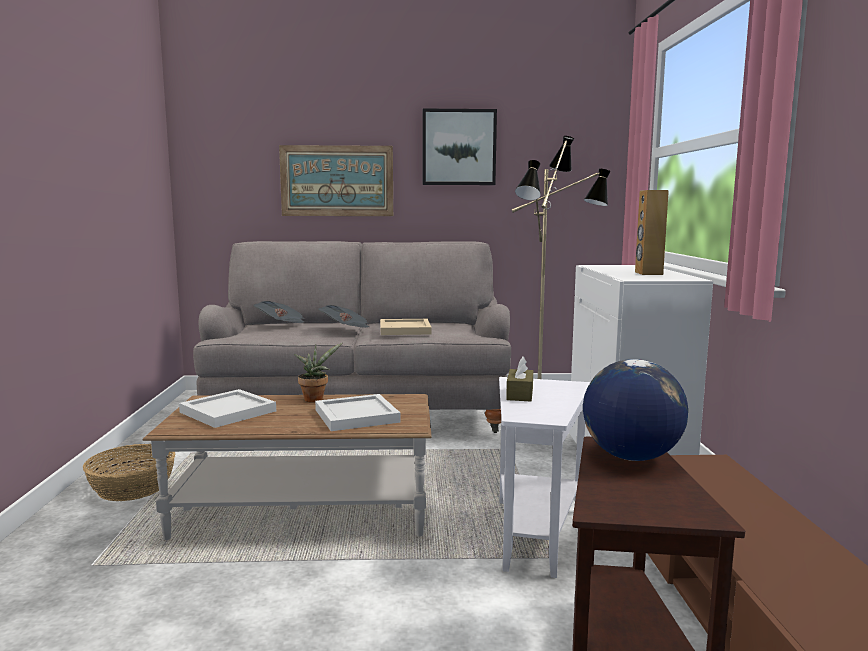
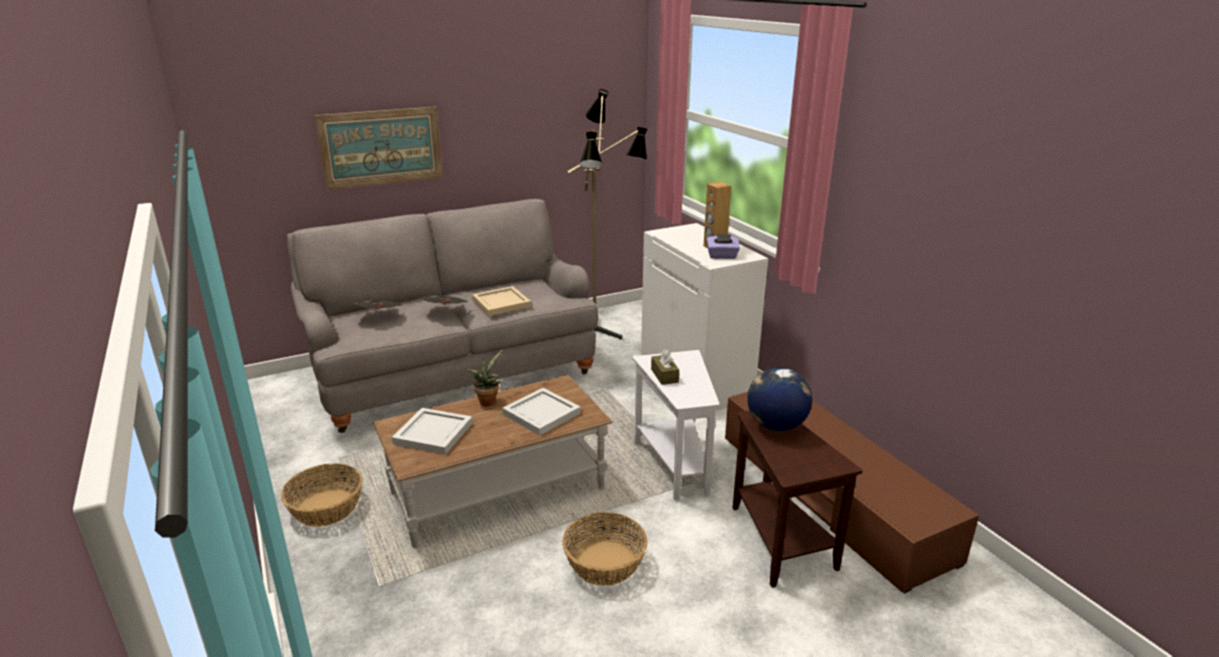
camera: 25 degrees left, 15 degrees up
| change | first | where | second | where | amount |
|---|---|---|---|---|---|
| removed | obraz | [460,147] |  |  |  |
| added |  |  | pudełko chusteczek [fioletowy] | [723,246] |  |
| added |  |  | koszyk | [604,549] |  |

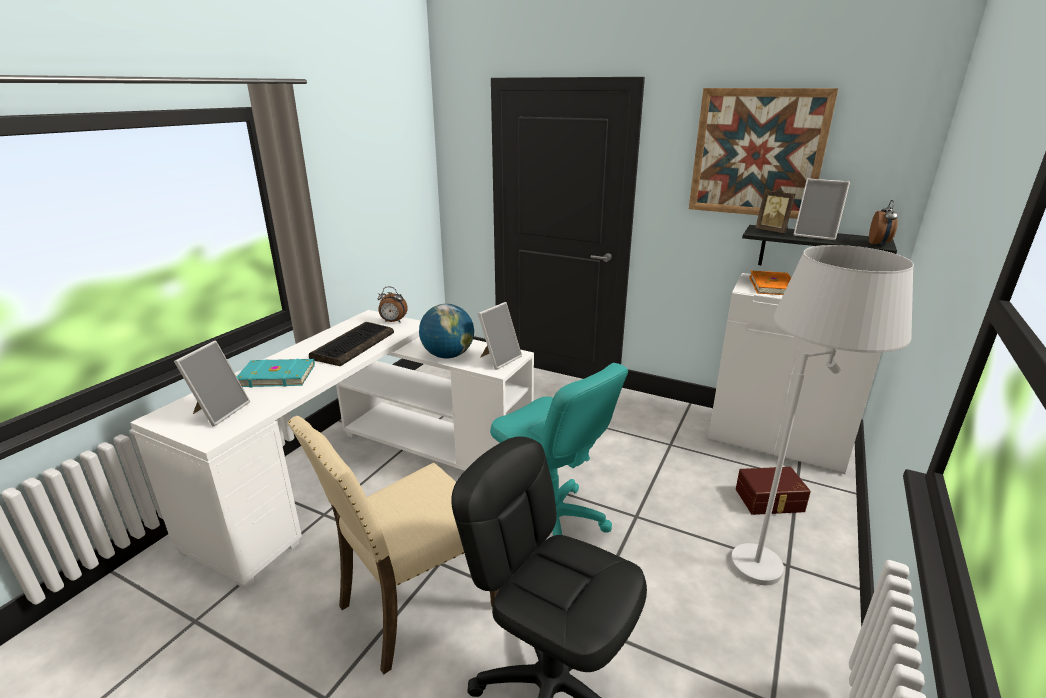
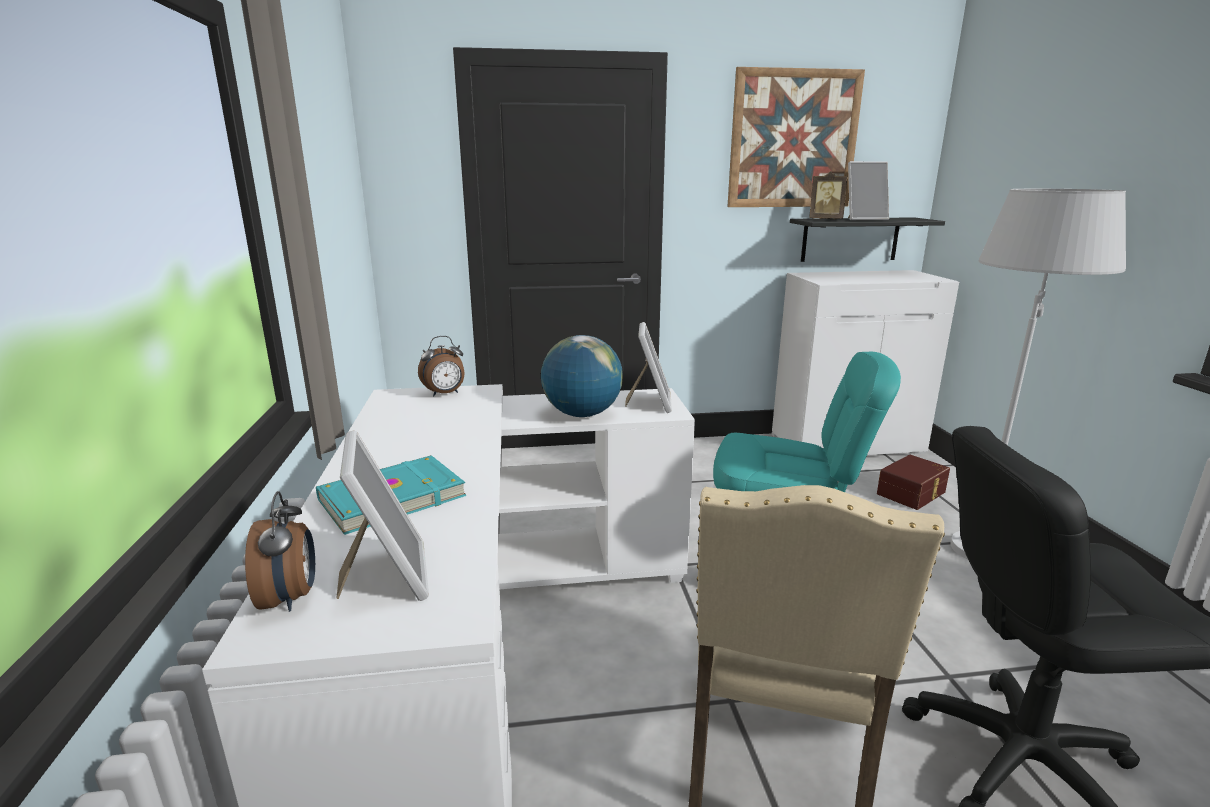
camera: 35 degrees left, 5 degrees down
| change | first | where | second | where | amount |
|---|---|---|---|---|---|
| moved | budzik | [883,223] |  | [280,551] |  |
| removed | książka [pomarańczowy] | [770,283] |  |  |  |
| removed | klawiatura | [351,344] |  |  |  |

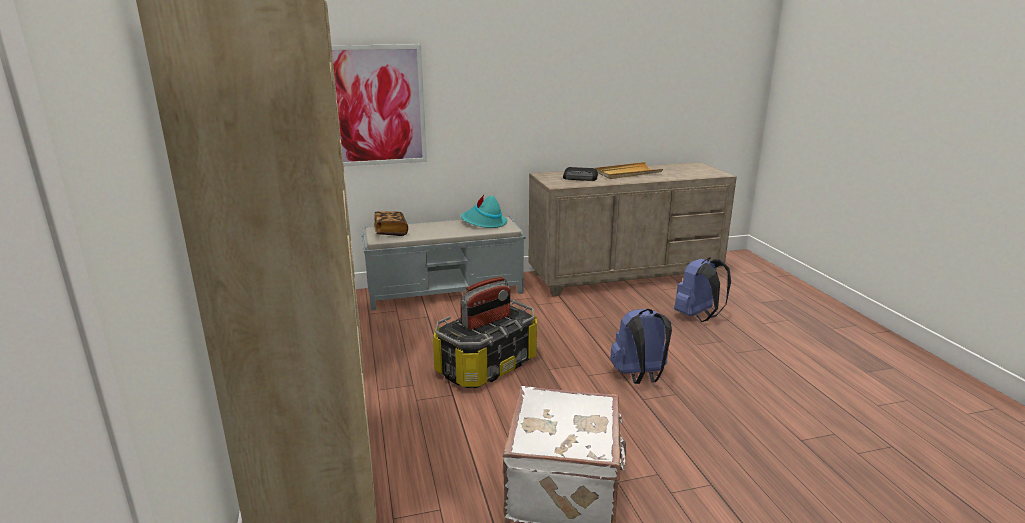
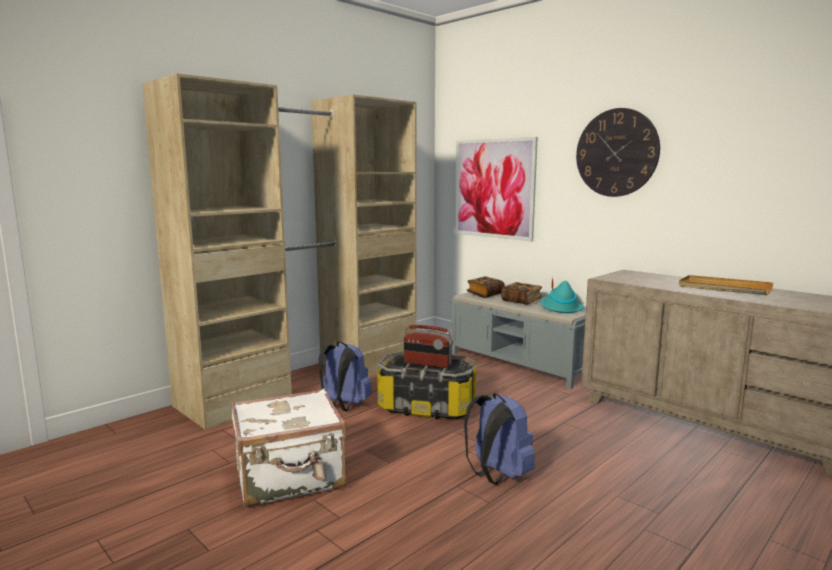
camera: 60 degrees right, 10 degrees down
| change | first | where | second | where | amount |
|---|---|---|---|---|---|
| removed | radio | [580,174] |  |  |  |
| moved | plecak [niebieski] | [702,289] |  | [345,376] |  |
| added |  |  | zegar ścienny | [618,152] |  |
| added |  |  | książka | [521,293] |  |

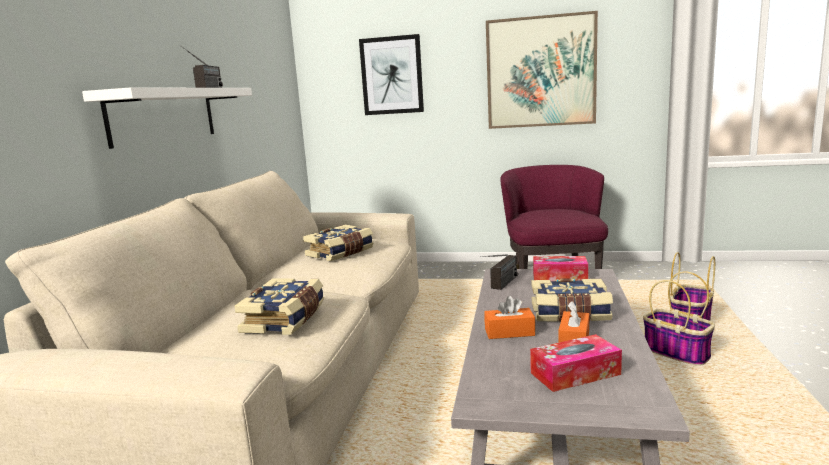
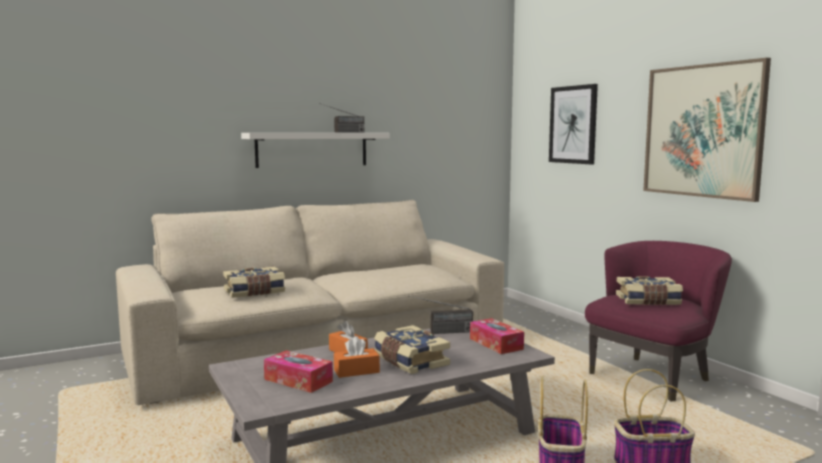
camera: 50 degrees right, 5 degrees down
| change | first | where | second | where | amount |
|---|---|---|---|---|---|
| moved | książka | [338,243] |  | [649,290] |  |

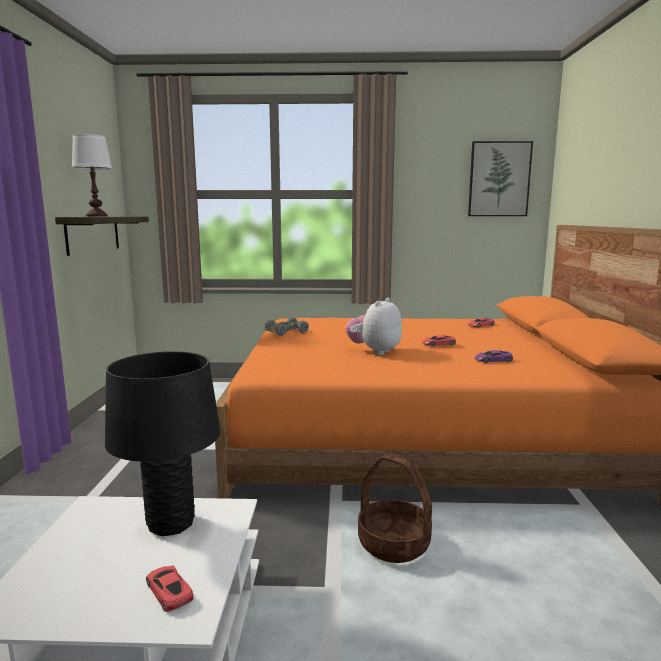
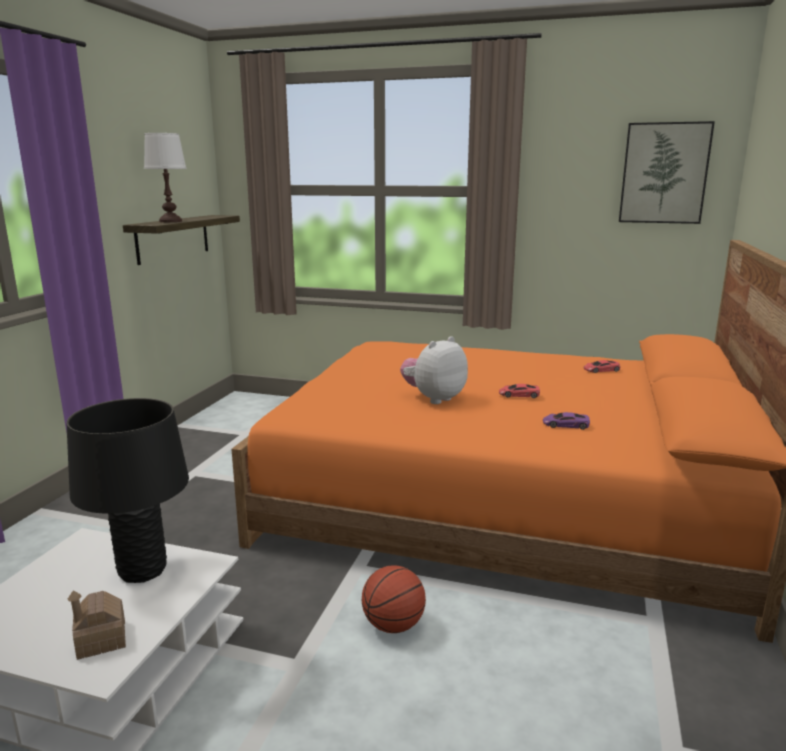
camera: 15 degrees right, 5 degrees up
| change | first | where | second | where | amount |
|---|---|---|---|---|---|
| removed | samochodzik [szary] | [286,326] |  |  |  |
| replaced | koszyk | [395,508] | piłka do koszykówki | [394,599] |  |
| replaced | samochodzik [czerwony] | [170,588] | domek | [97,625] |  |

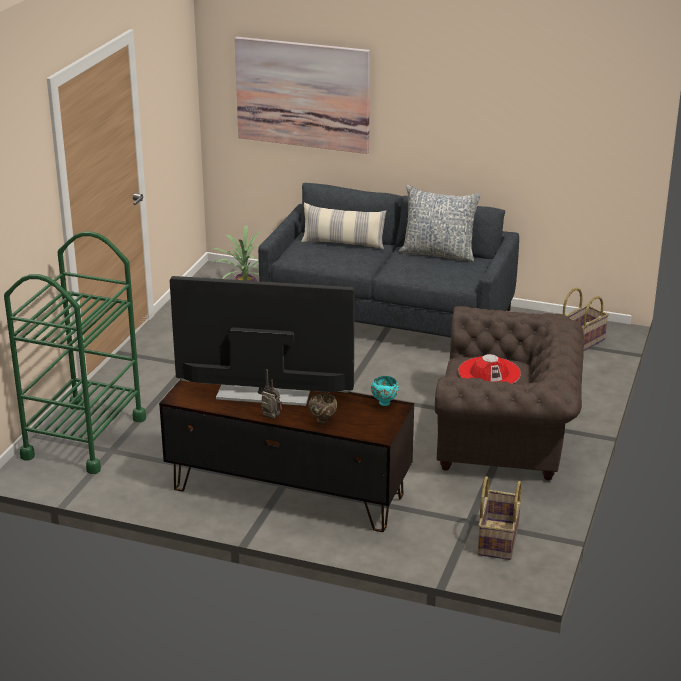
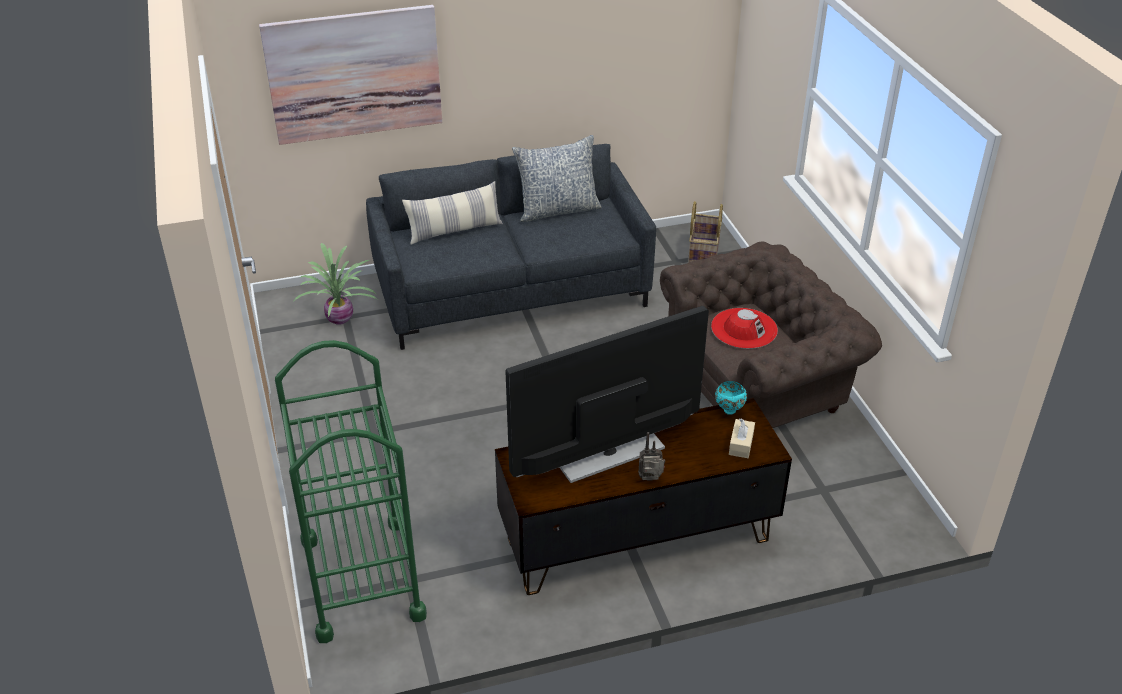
camera: 35 degrees left, 10 degrees up
| change | first | where | second | where | amount |
|---|---|---|---|---|---|
| removed | miska [brązowy] | [322,408] |  |  |  |
| removed | koszyk | [500,518] |  |  |  |
| added |  |  | pudełko chusteczek [beżowy] | [742,438] |  |

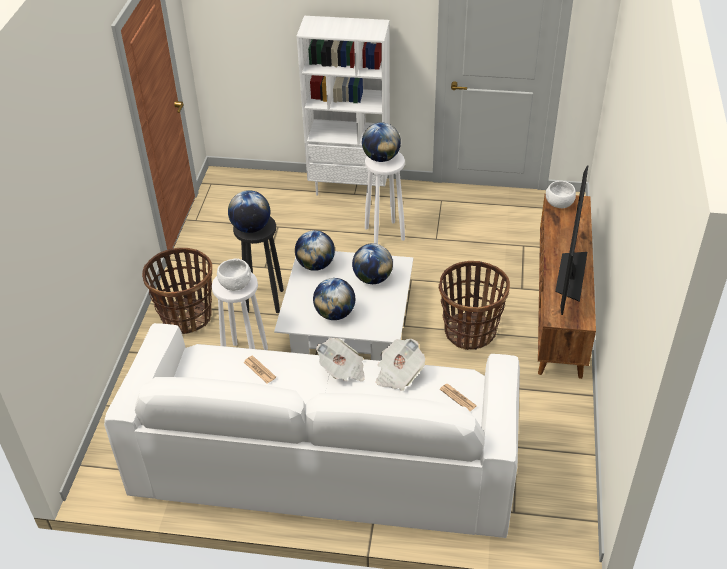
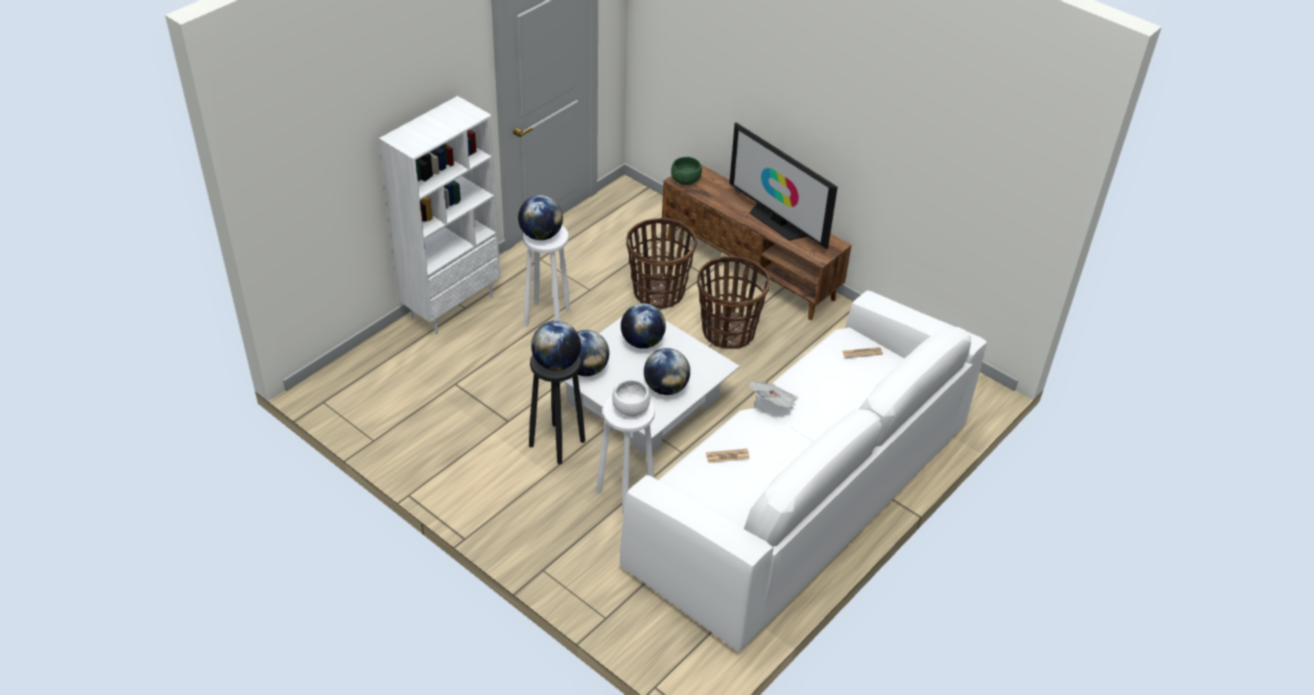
camera: 60 degrees left, 0 degrees up
| change | first | where | second | where | amount |
|---|---|---|---|---|---|
| recoloured | miska [biały] | [561,194] | miska [zielony] | [686,171] |  |
| moved | koszyk | [177,291] |  | [661,263] |  |
| removed | gazeta | [400,365] |  |  |  |

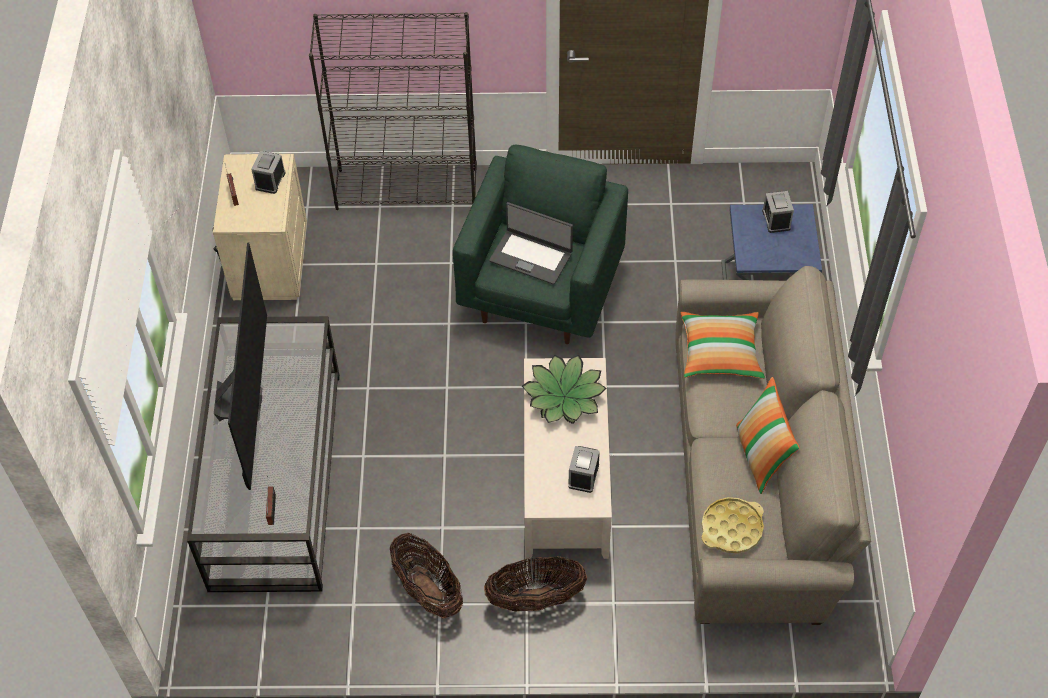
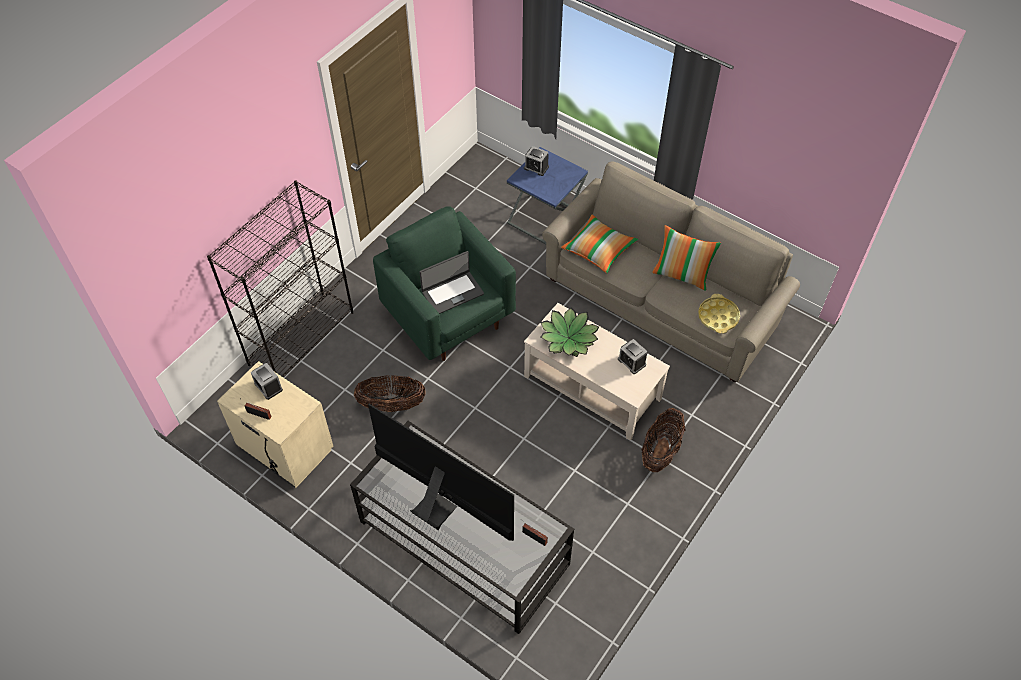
camera: 55 degrees left, 0 degrees up
| change | first | where | second | where | amount |
|---|---|---|---|---|---|
| moved | koszyk | [426,576] |  | [390,393] |  |

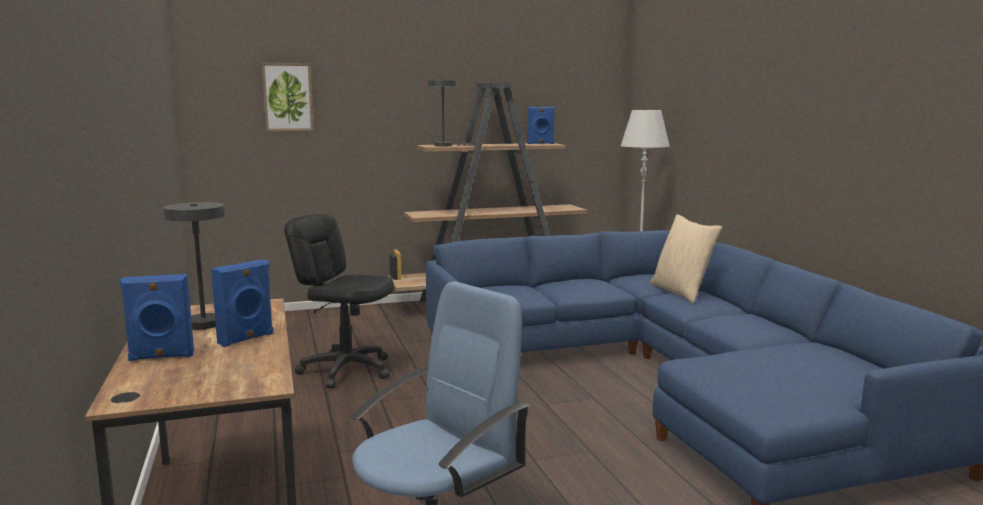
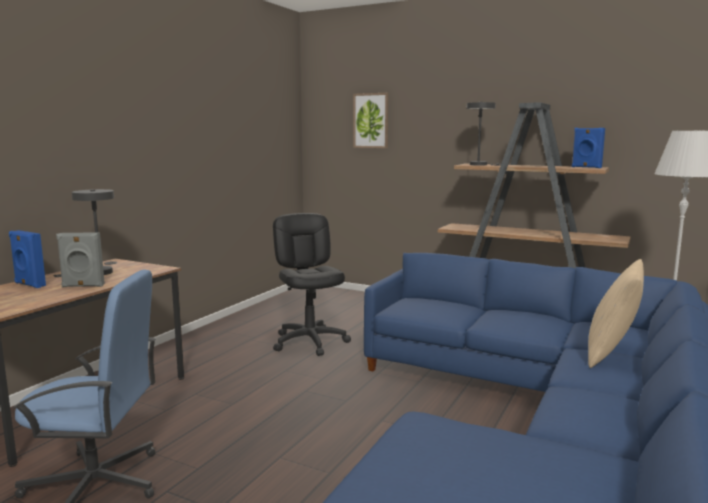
camera: 45 degrees right, 0 degrees up
| change | first | where | second | where | amount |
|---|---|---|---|---|---|
| recoloured | głośnik [niebieski] | [242,303] | głośnik [szary] | [80,259] |  |

